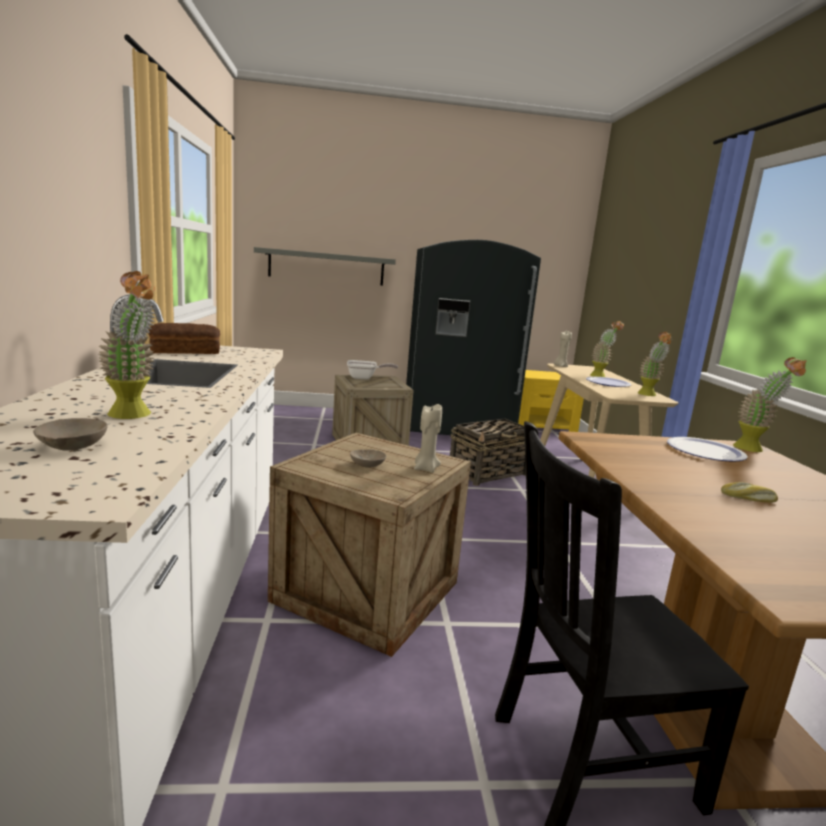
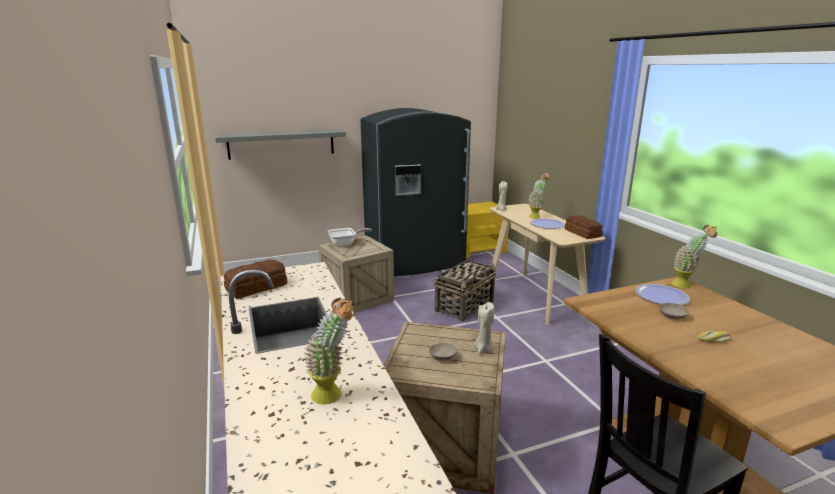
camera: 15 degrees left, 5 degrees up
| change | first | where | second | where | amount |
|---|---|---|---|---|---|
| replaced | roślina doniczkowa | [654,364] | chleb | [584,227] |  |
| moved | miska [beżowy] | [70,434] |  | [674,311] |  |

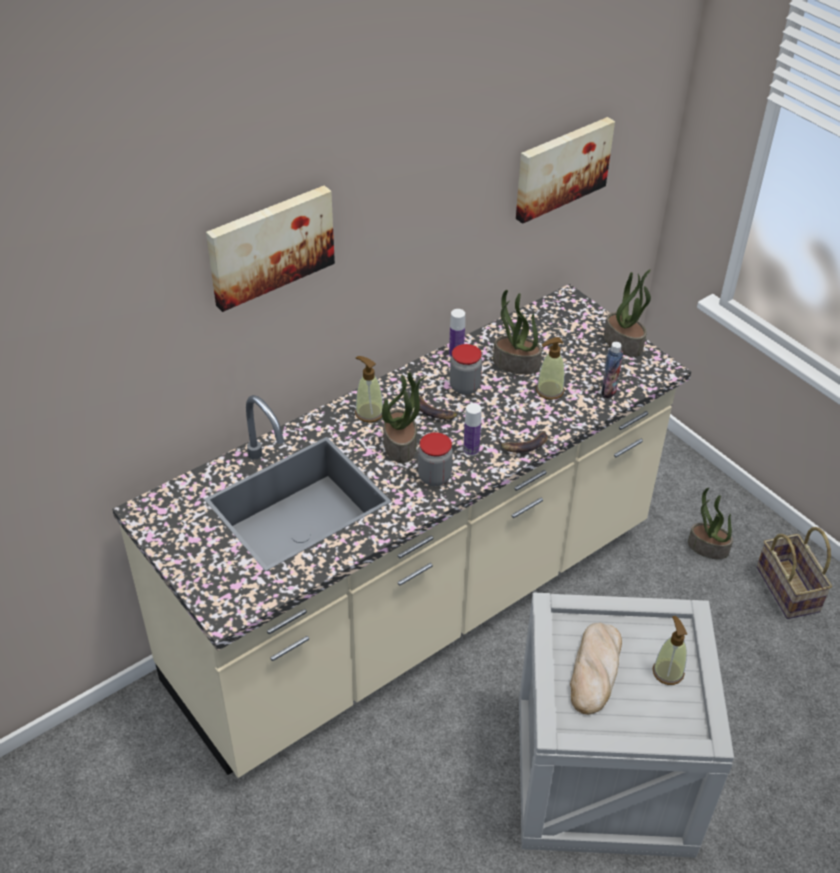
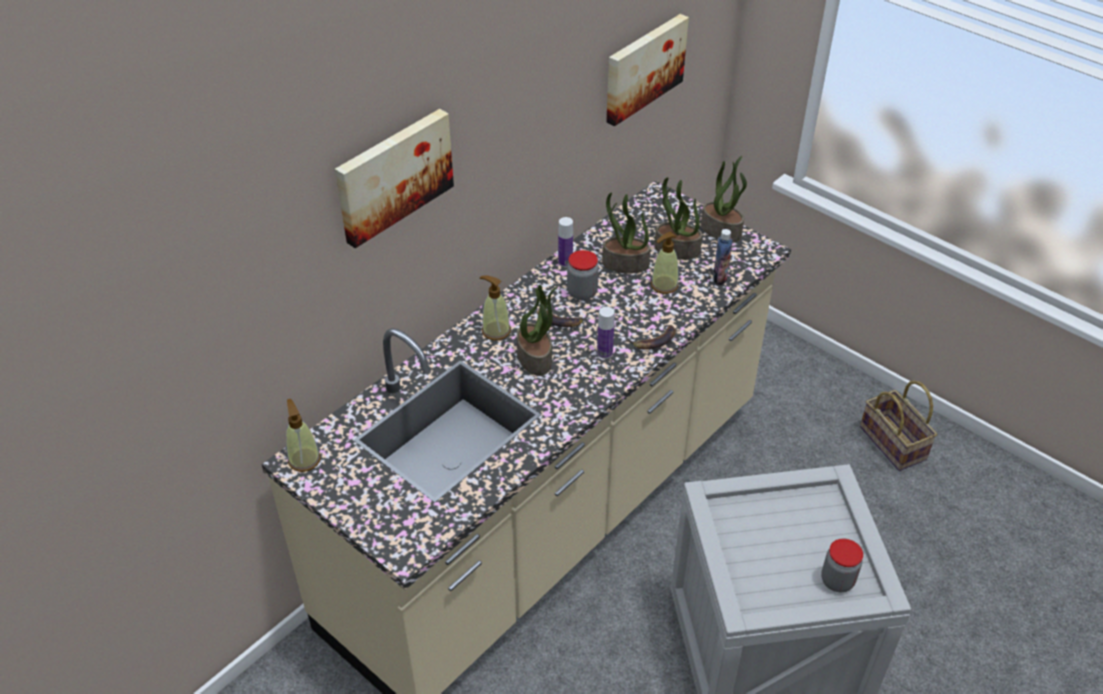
camera: 10 degrees left, 0 degrees up
| change | first | where | second | where | amount |
|---|---|---|---|---|---|
| moved | słoik | [435,459] |  | [842,565] |  |
| moved | roślina doniczkowa | [710,523] |  | [678,218] |  |
| moved | dozownik mydła | [669,650] |  | [303,435] |  |
| removed | chleb | [596,669] |  |  |  |

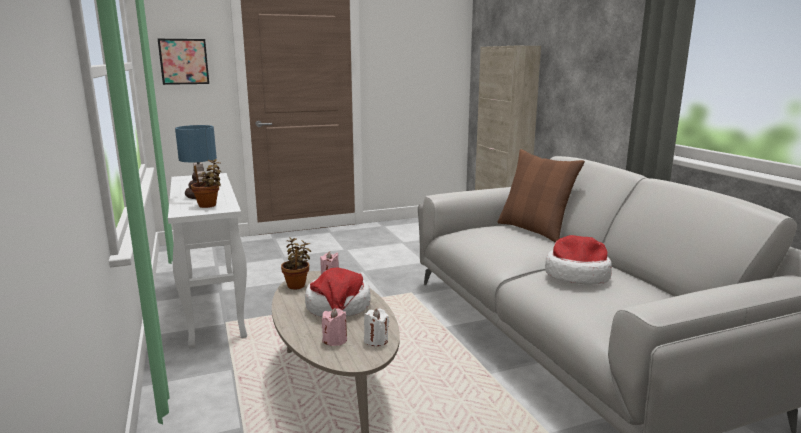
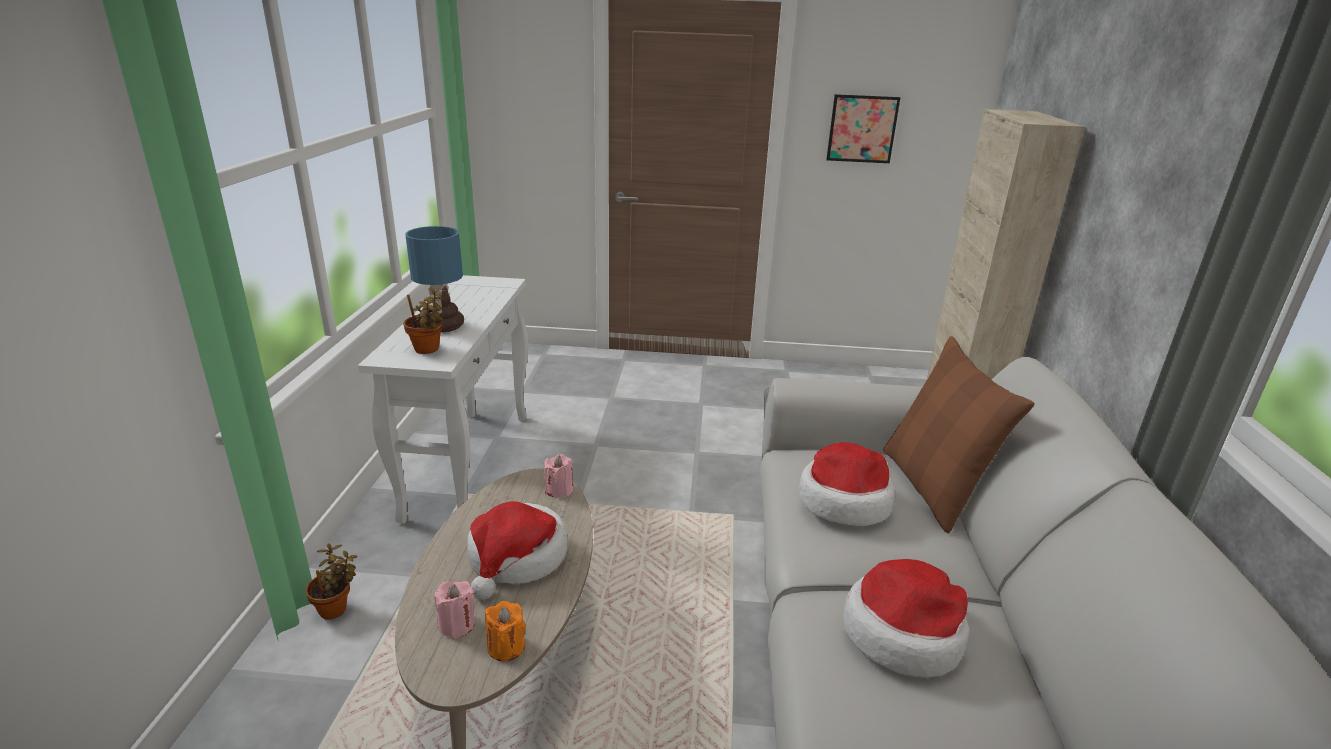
camera: 25 degrees right, 10 degrees up
| change | first | where | second | where | amount |
|---|---|---|---|---|---|
| moved | obraz | [183,62] |  | [863,128] |  |
| moved | roślina doniczkowa | [296,263] |  | [331,581] |  |
| recoloured | świeca [biały] | [376,327] | świeca [pomarańczowy] | [505,631] |  |
| added |  |  | kapelusz | [846,484] |  |

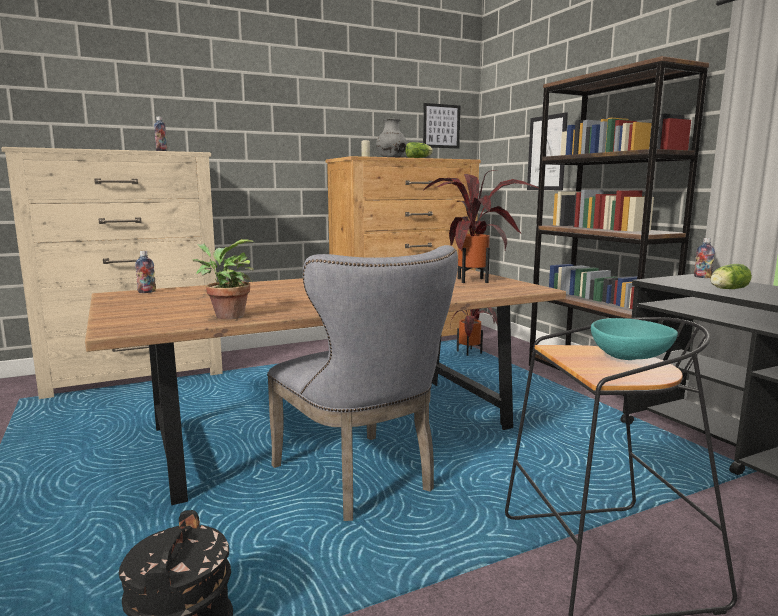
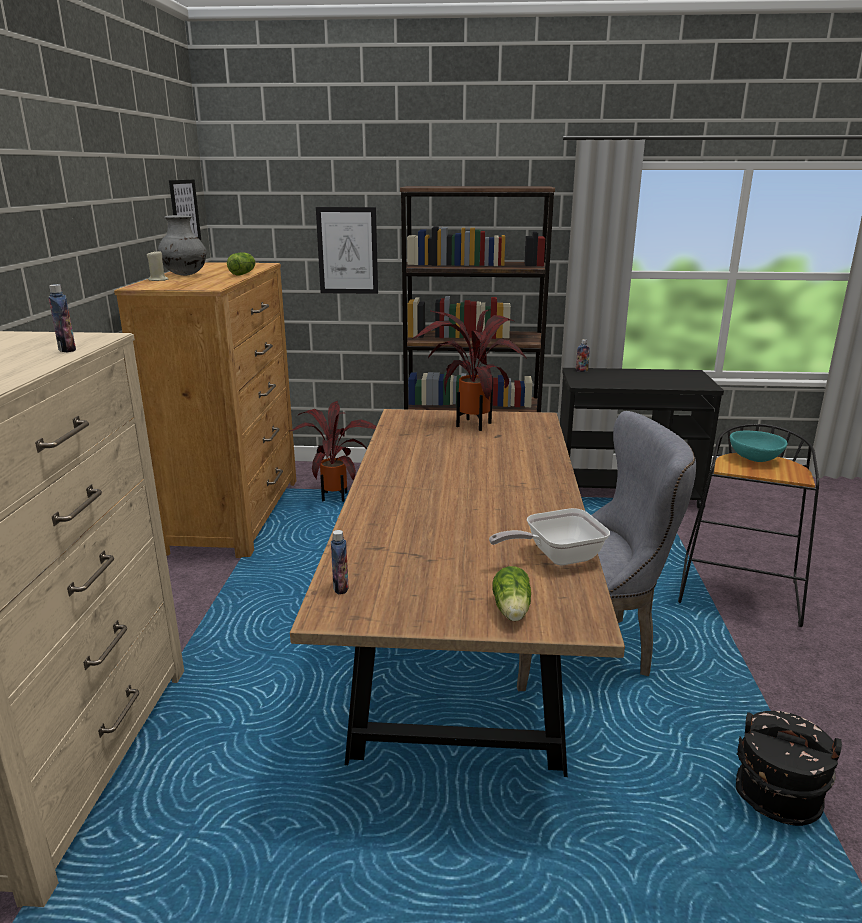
camera: 60 degrees left, 10 degrees up
| change | first | where | second | where | amount |
|---|---|---|---|---|---|
| replaced | roślina doniczkowa | [223,279] | patelnia | [549,536] |  |
| moved | sałata | [731,276] |  | [511,593] |  |

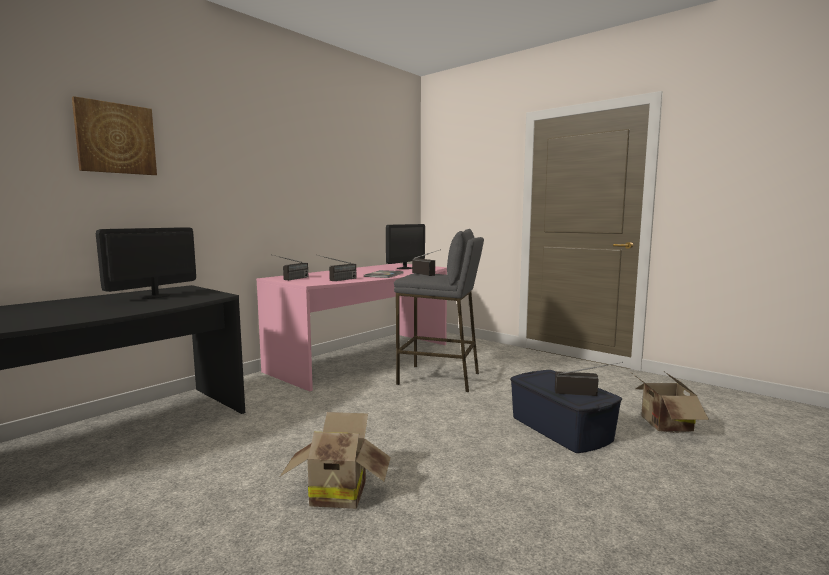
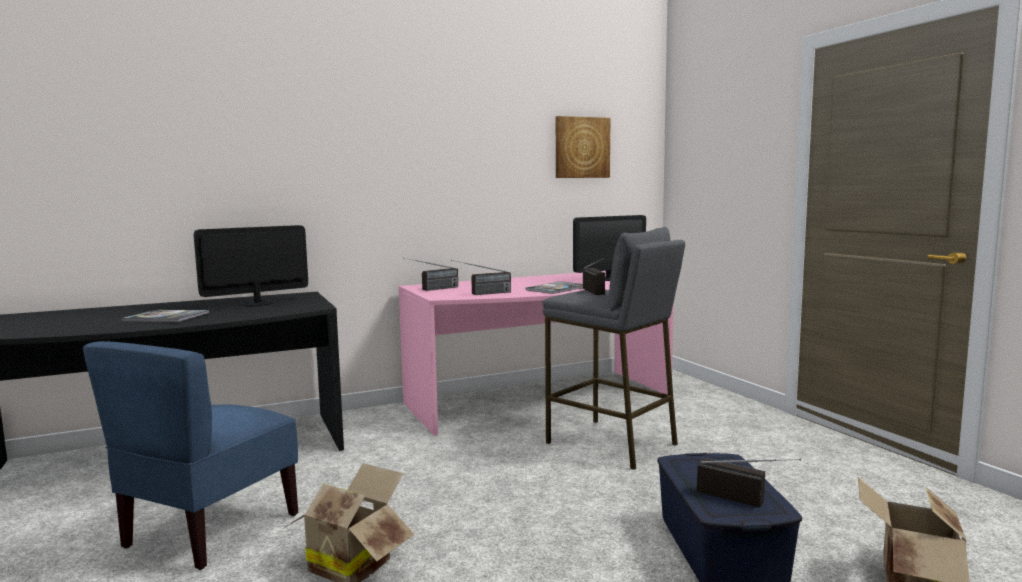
camera: 25 degrees right, 0 degrees up
| change | first | where | second | where | amount |
|---|---|---|---|---|---|
| moved | obraz | [114,135] |  | [583,147] |  |
| added |  |  | książka | [165,316] |  |
| added |  |  | krzesło [niebieski] | [190,455] |  |

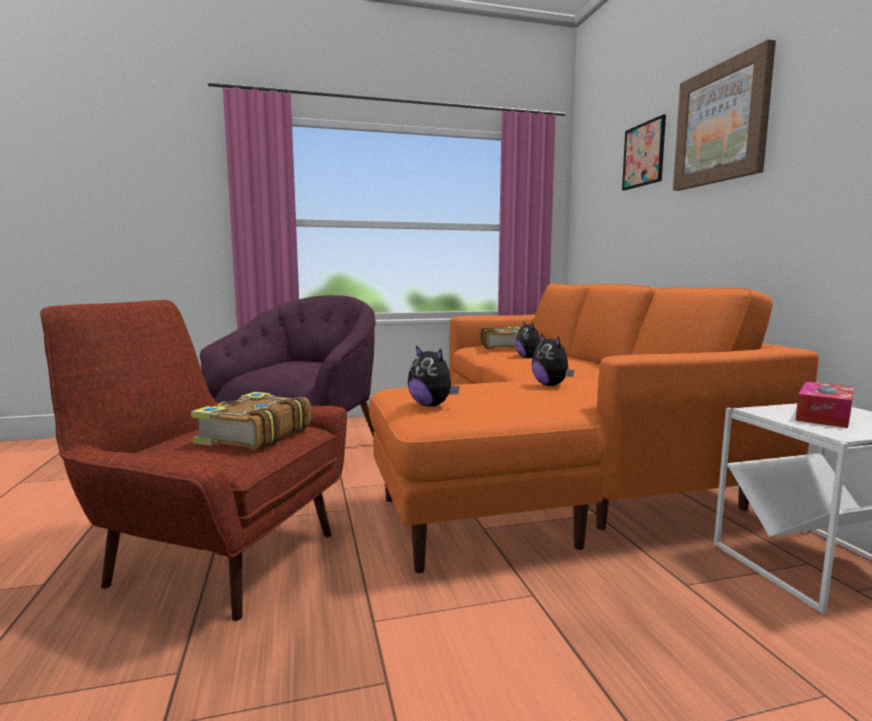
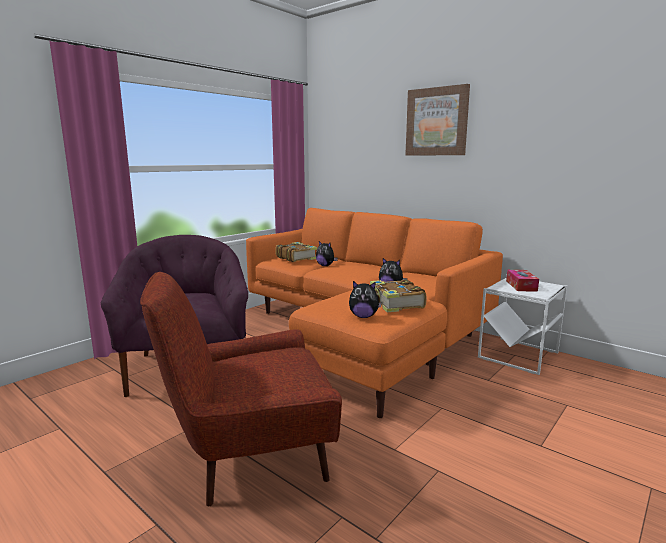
camera: 35 degrees left, 5 degrees up
| change | first | where | second | where | amount |
|---|---|---|---|---|---|
| removed | obraz | [644,152] |  |  |  |
| moved | książka | [251,421] |  | [398,295] |  |

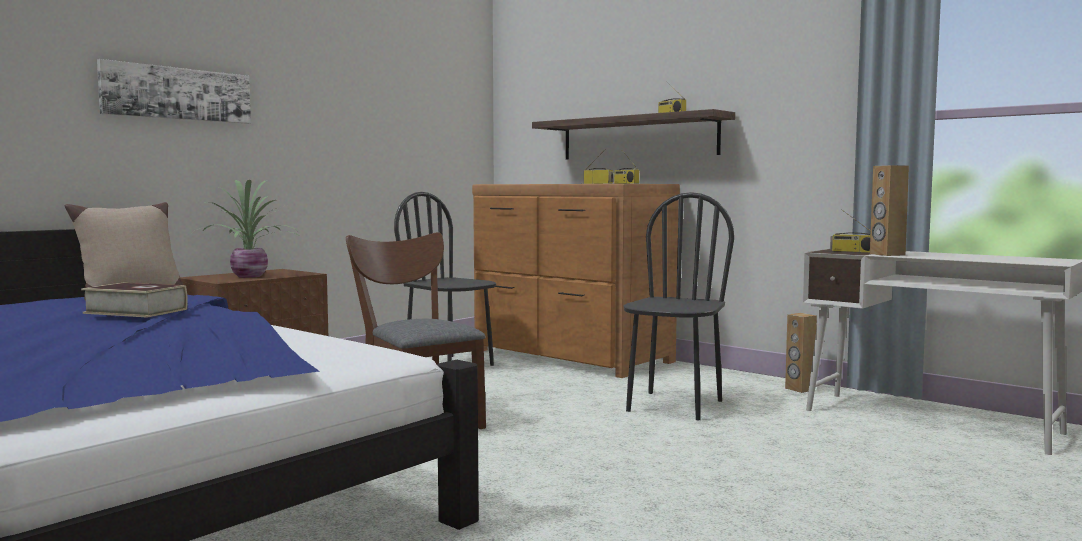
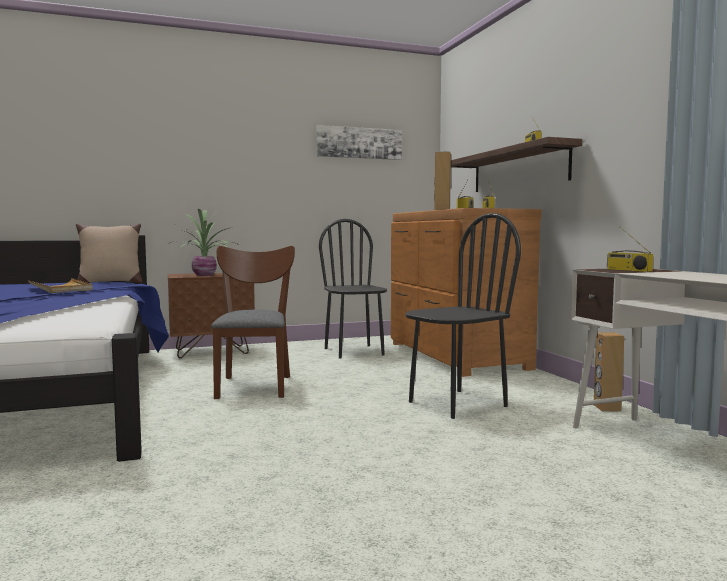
camera: 30 degrees right, 0 degrees up
| change | first | where | second | where | amount |
|---|---|---|---|---|---|
| moved | obraz | [174,91] |  | [359,142] |  |
| moved | głośnik [brązowy] | [889,210] |  | [442,180] |  |
| replaced | książka | [134,300] | taca [beżowy] | [60,285] |  |

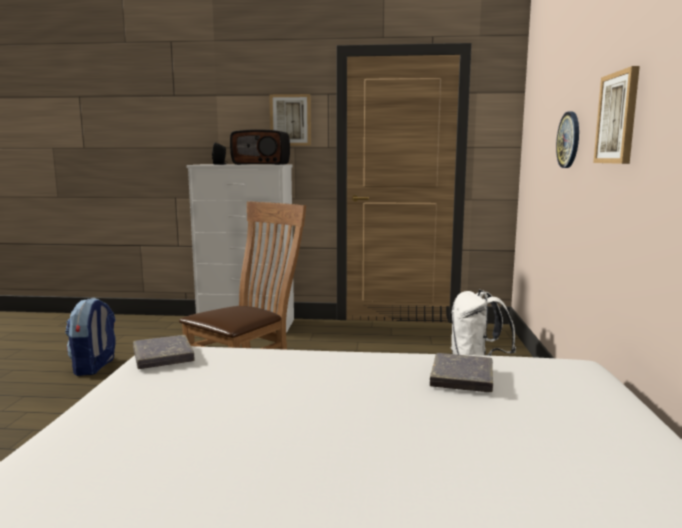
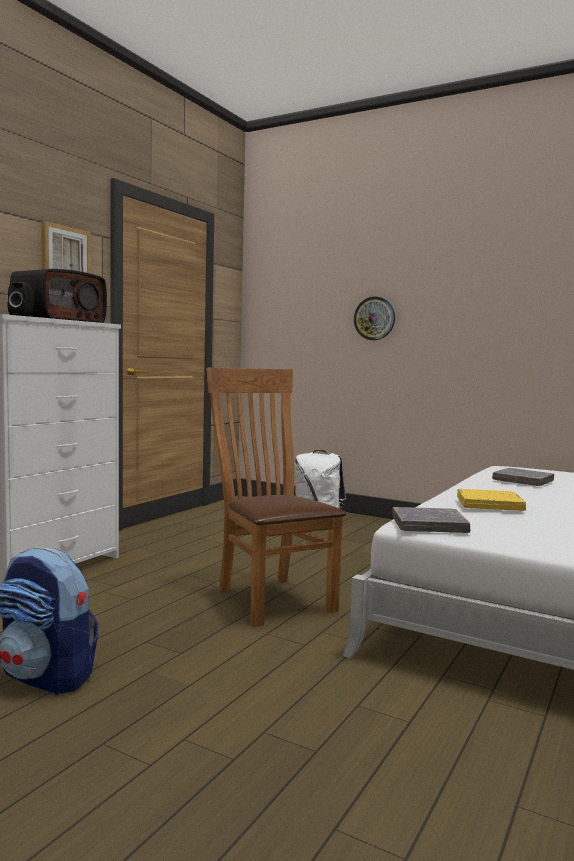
camera: 65 degrees left, 5 degrees down
| change | first | where | second | where | amount |
|---|---|---|---|---|---|
| removed | obraz | [616,115] |  |  |  |
| added |  |  | książka [żółty] | [491,500] |  |

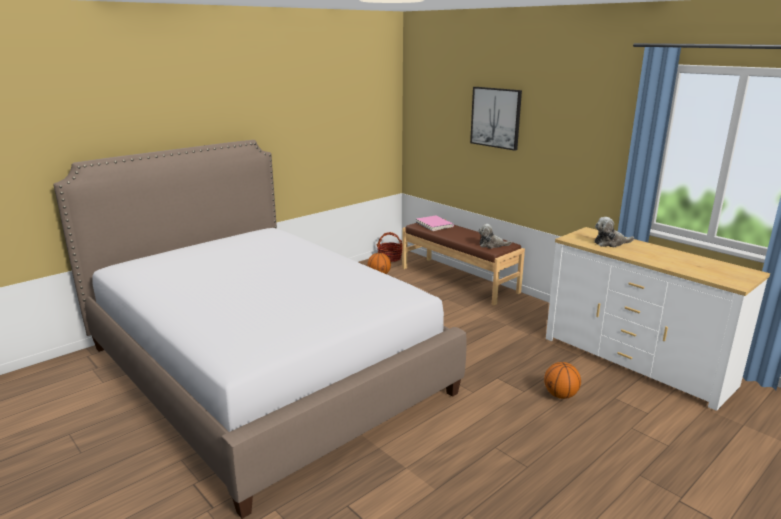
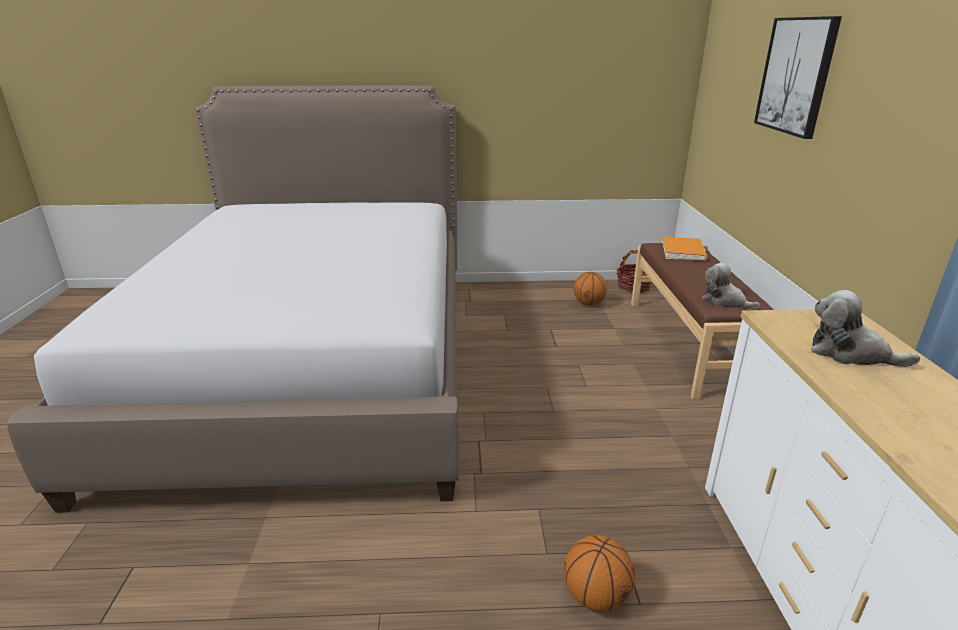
camera: 40 degrees right, 5 degrees up
| change | first | where | second | where | amount |
|---|---|---|---|---|---|
| recoloured | książka [różowy] | [435,223] | książka [pomarańczowy] | [685,248] |  |

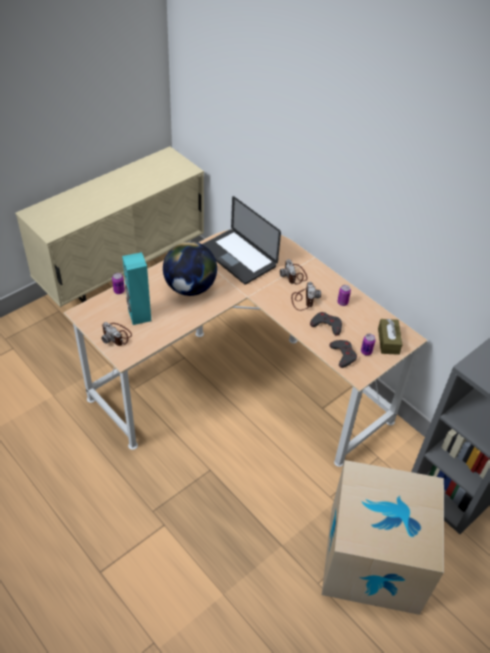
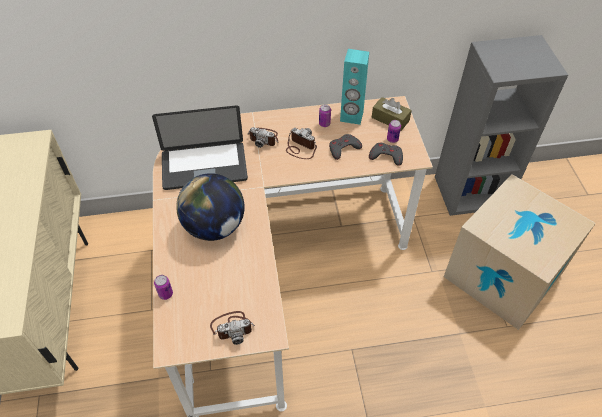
camera: 55 degrees left, 5 degrees up
| change | first | where | second | where | amount |
|---|---|---|---|---|---|
| moved | głośnik [turkusowy] | [136,288] |  | [354,87] |  |

